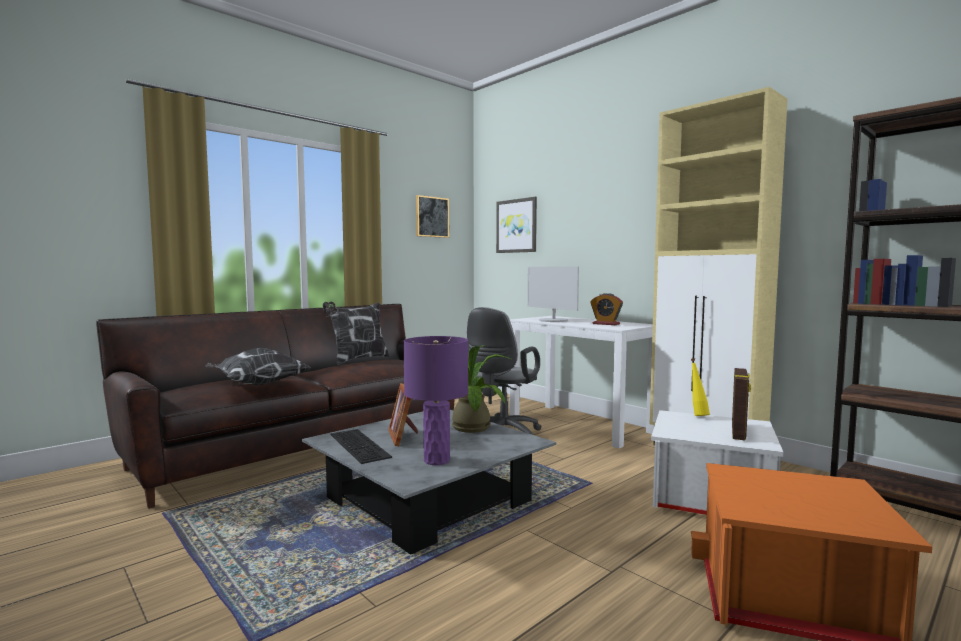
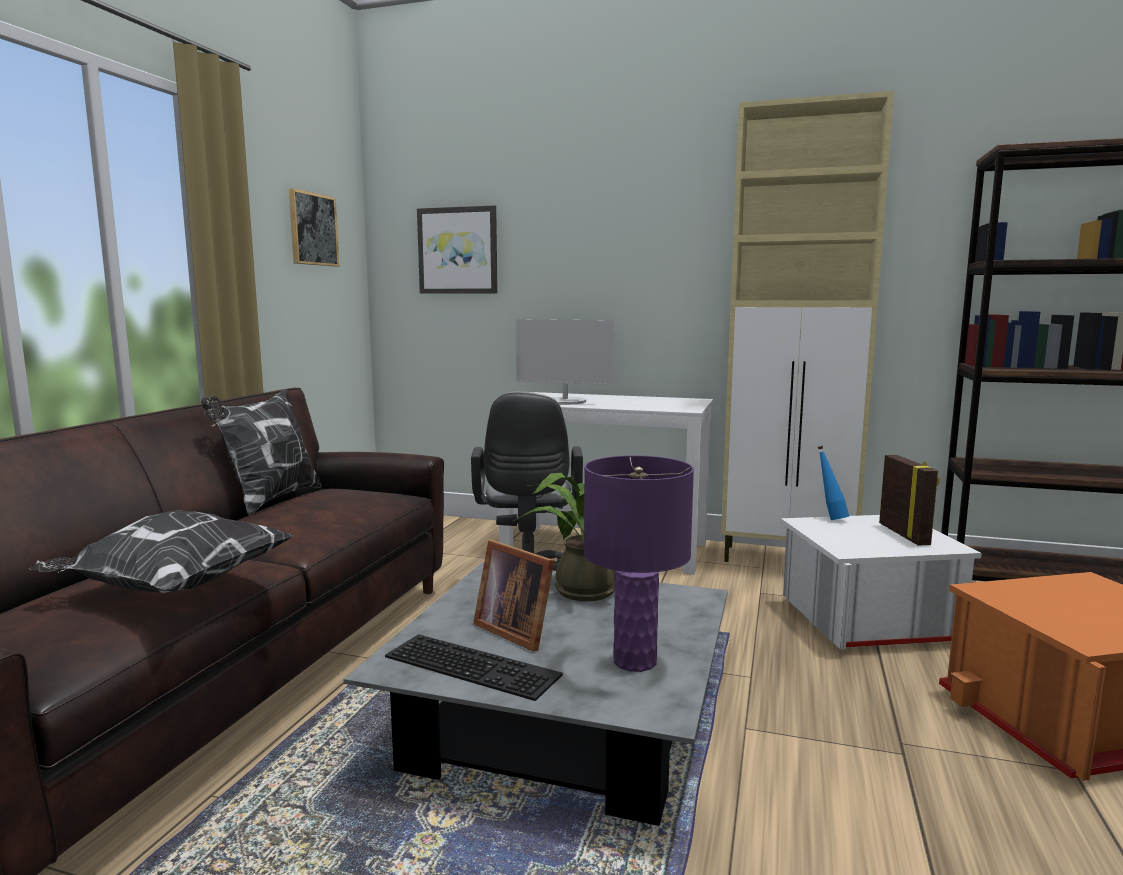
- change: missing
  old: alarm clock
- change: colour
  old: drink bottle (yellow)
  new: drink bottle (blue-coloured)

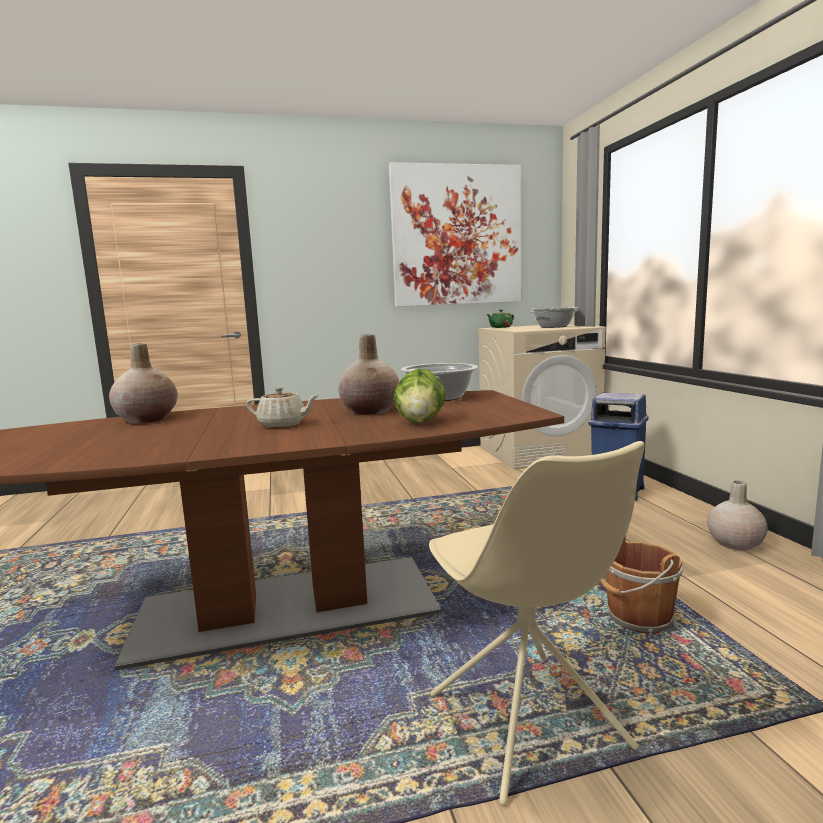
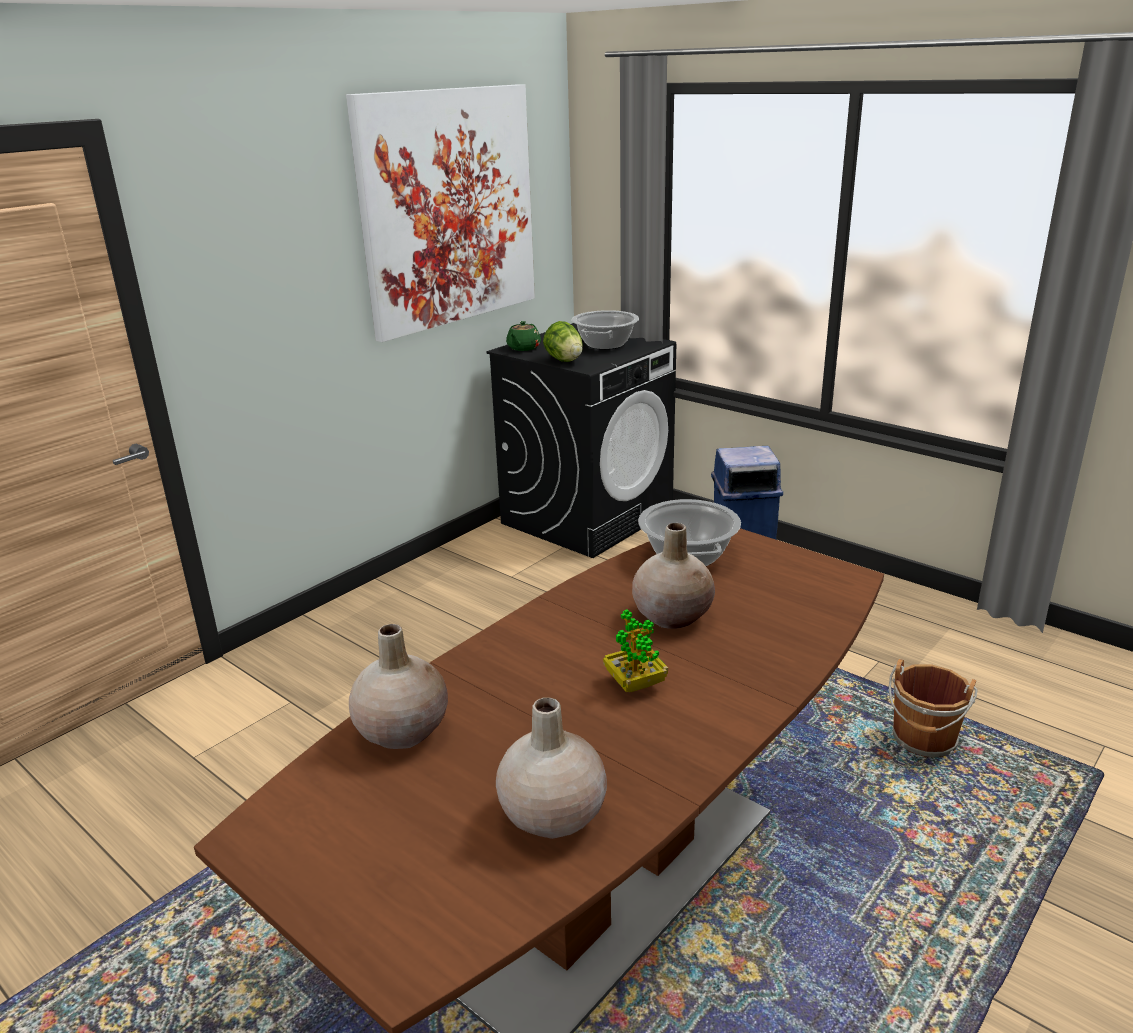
- change: exchanged
  old: pot for tea (beige-coloured)
  new: potted plant
- change: relocated
  old: head of lettuce
- change: missing
  old: plain chair (beige-coloured)
- change: colour
  old: laundry machine (beige-coloured)
  new: laundry machine (black-coloured)
- change: relocated
  old: flower vase (beige-coloured) (no. 3 from left in the first image)
  new: flower vase (beige-coloured) (no. 2 from left)

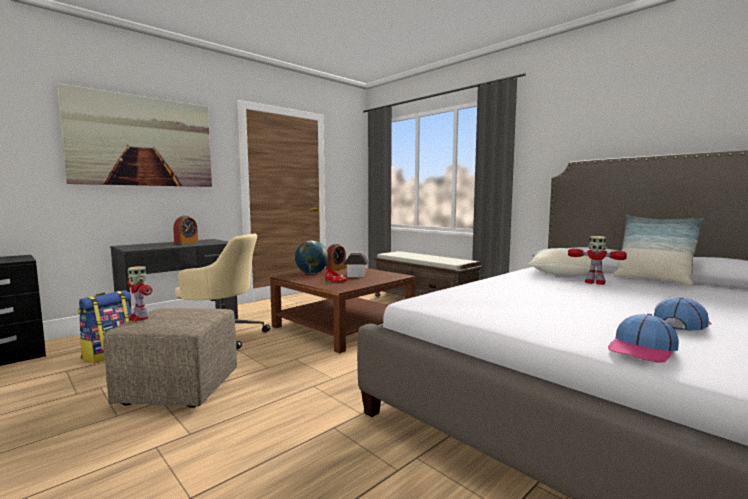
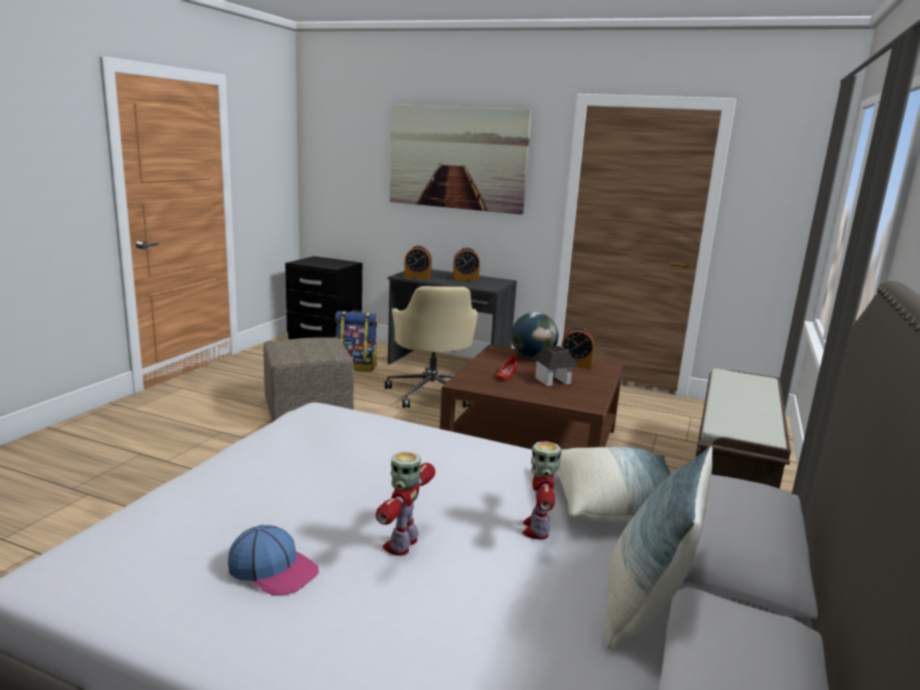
- change: relocated
  old: robot figure (no. 1 from left)
- change: missing
  old: cap (no. 1 from left)
- change: appeared
  new: alarm clock (no. 1 from left)

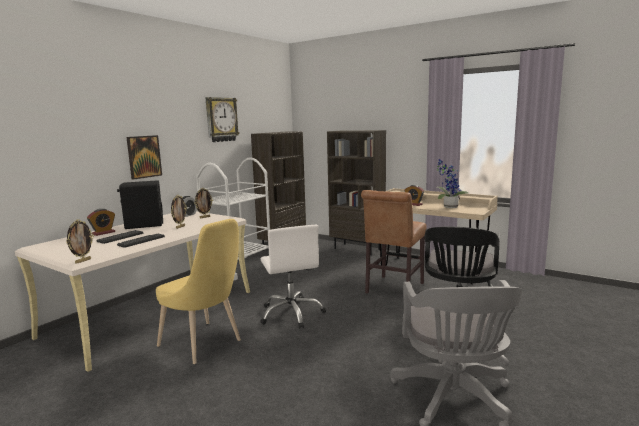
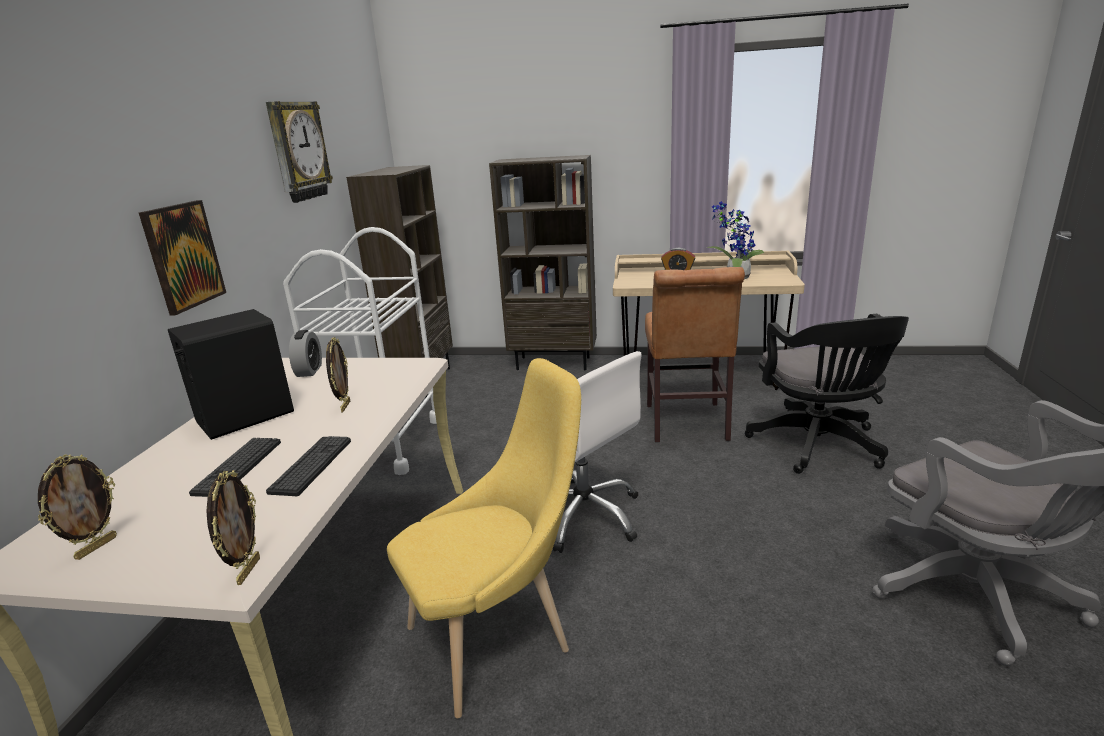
- change: missing
  old: alarm clock (no. 1 from left)
- change: spun
  old: plain chair (yellow)
  degrees: -45
- change: relocated
  old: standing frame (no. 3 from left in the first image)
  new: standing frame (no. 1 from left)

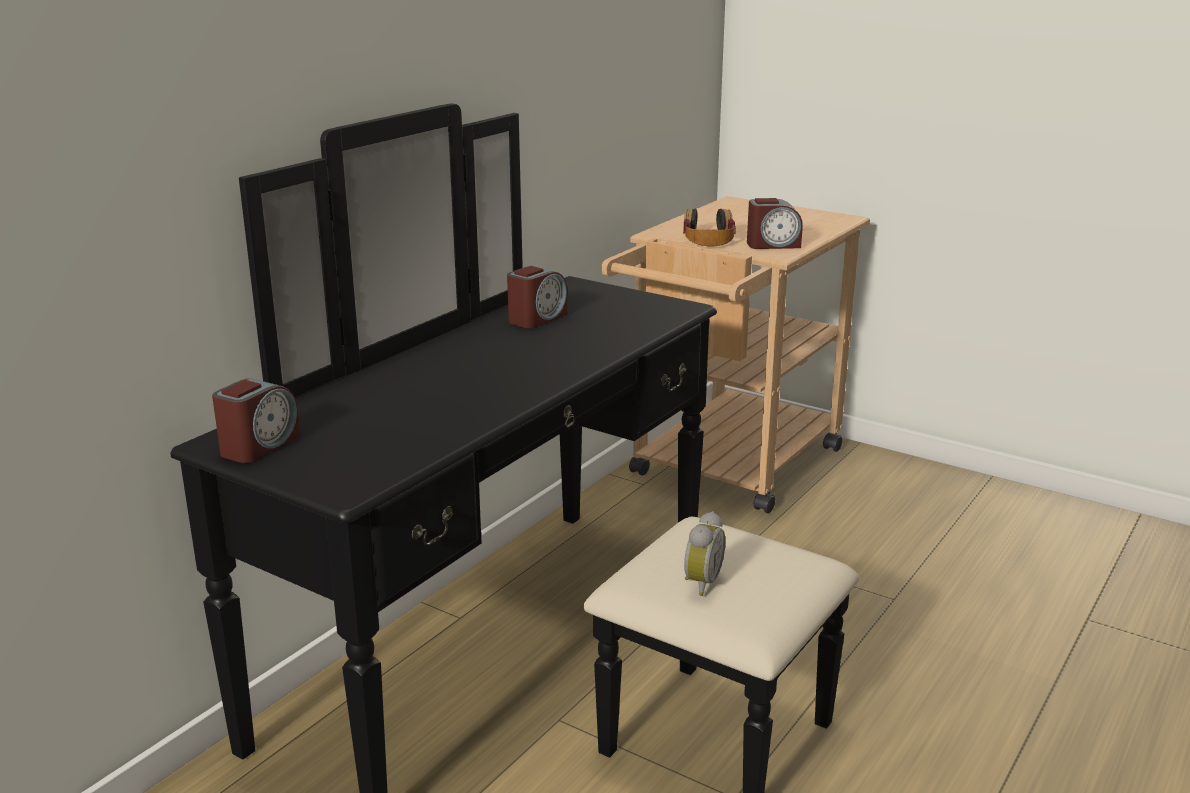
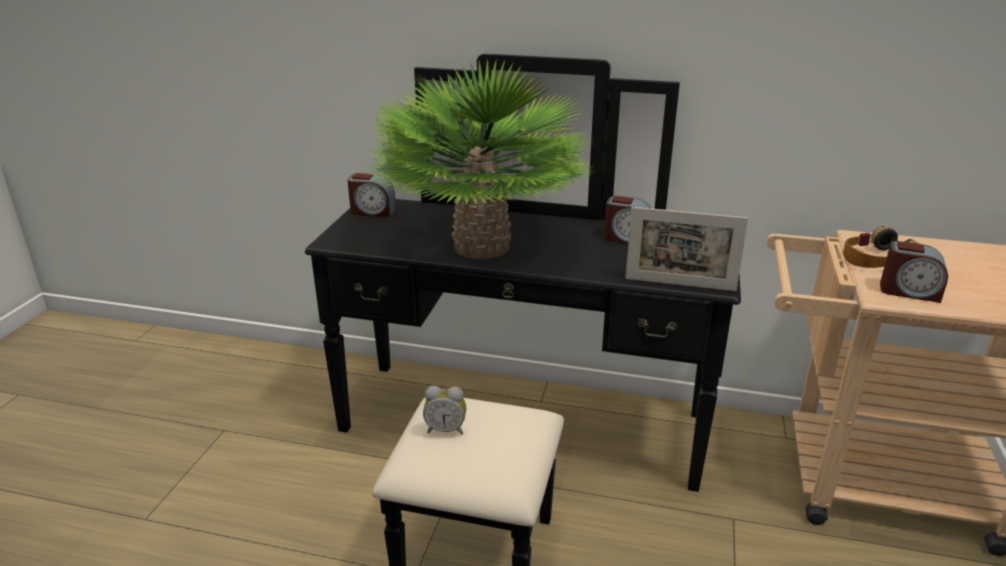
- change: spun
  old: alarm clock (no. 4 from left)
  degrees: -45
- change: appeared
  new: potted plant
- change: appeared
  new: standing frame

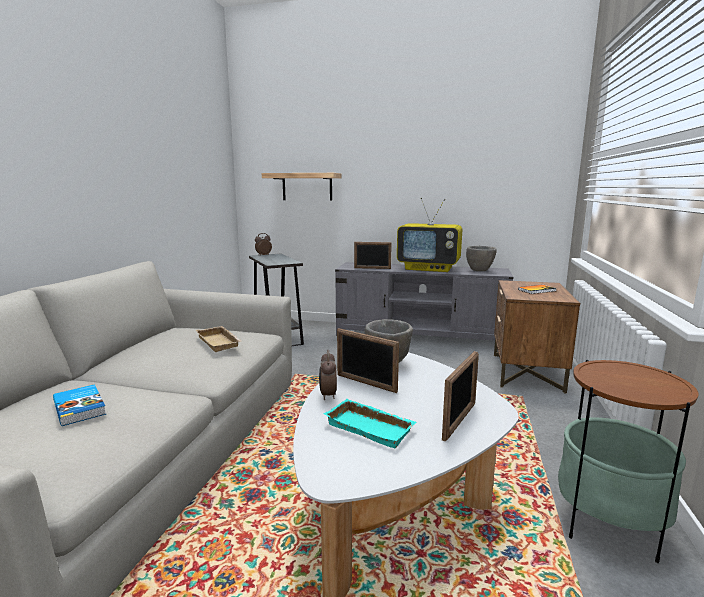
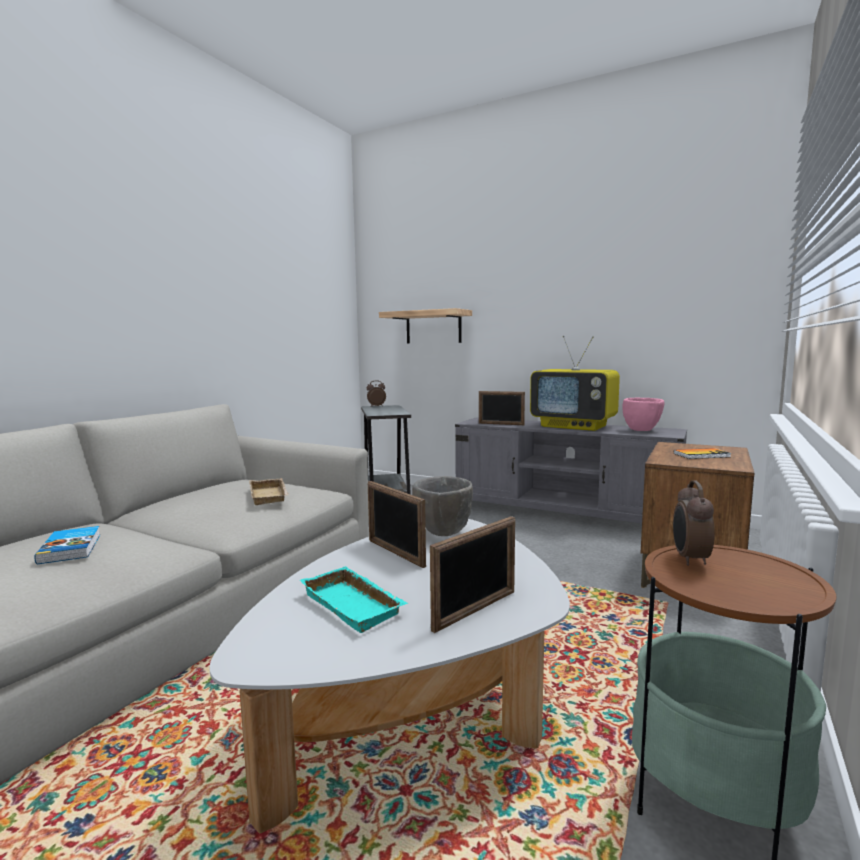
- change: relocated
  old: alarm clock (no. 2 from left)
- change: colour
  old: deep dish (greyish) (no. 2 from left)
  new: deep dish (pinkish)

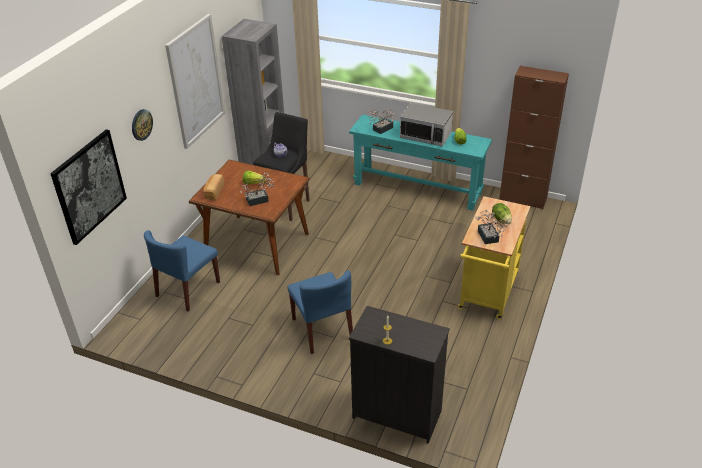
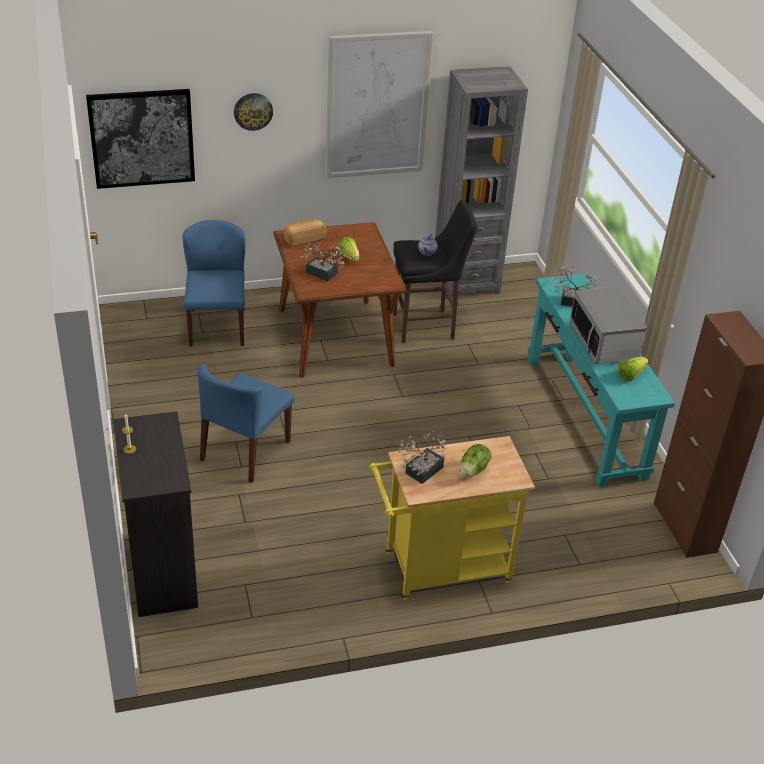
- change: spun
  old: plain chair (blue-coloured) (no. 1 from left)
  degrees: 90

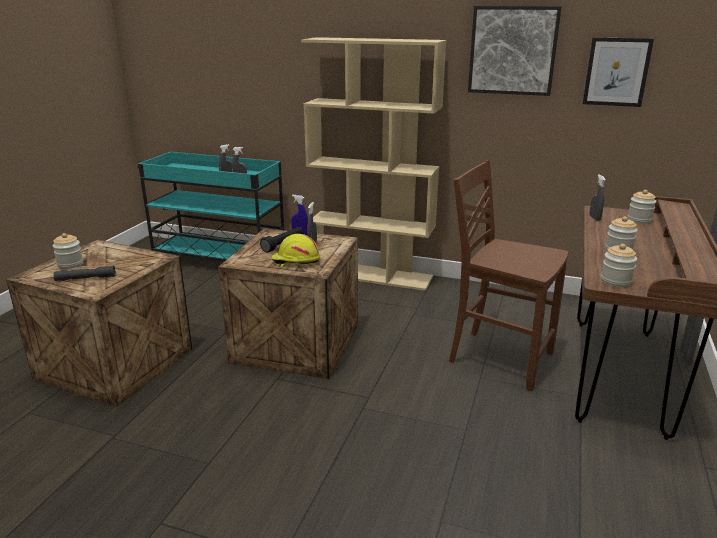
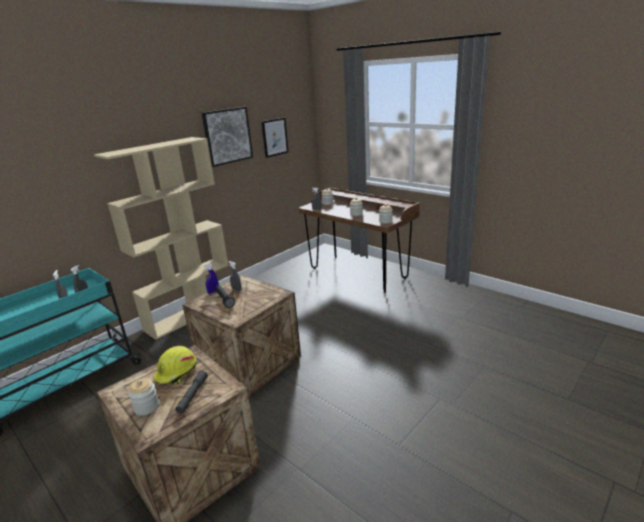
- change: relocated
  old: safety helmet (yellow)
- change: missing
  old: plain chair (brownish)

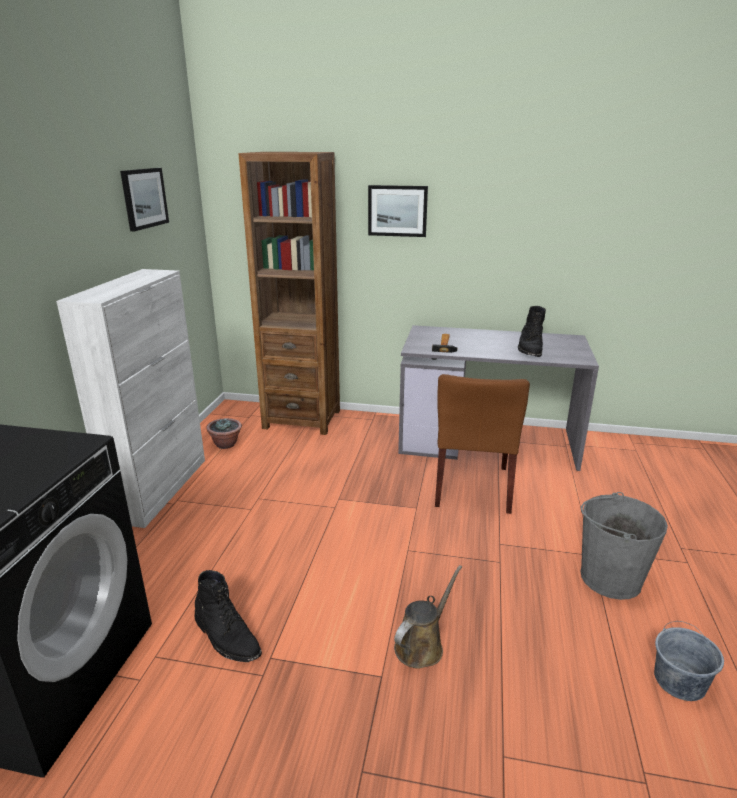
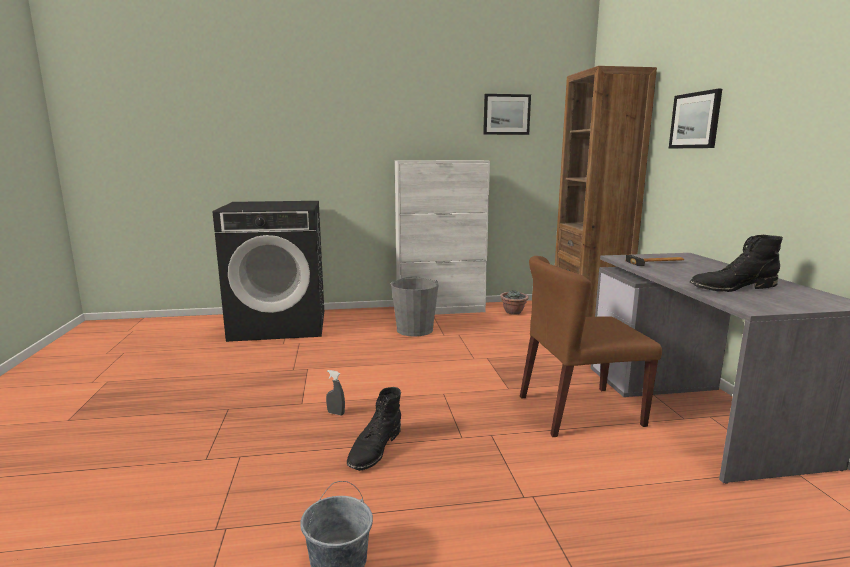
- change: relocated
  old: boot (black-coloured) (no. 1 from left)
- change: exchanged
  old: watering pot (brownish)
  new: hand sprayer (greyish)
- change: relocated
  old: pail (greyish) (no. 1 from left in the first image)
  new: pail (greyish) (no. 2 from left)

